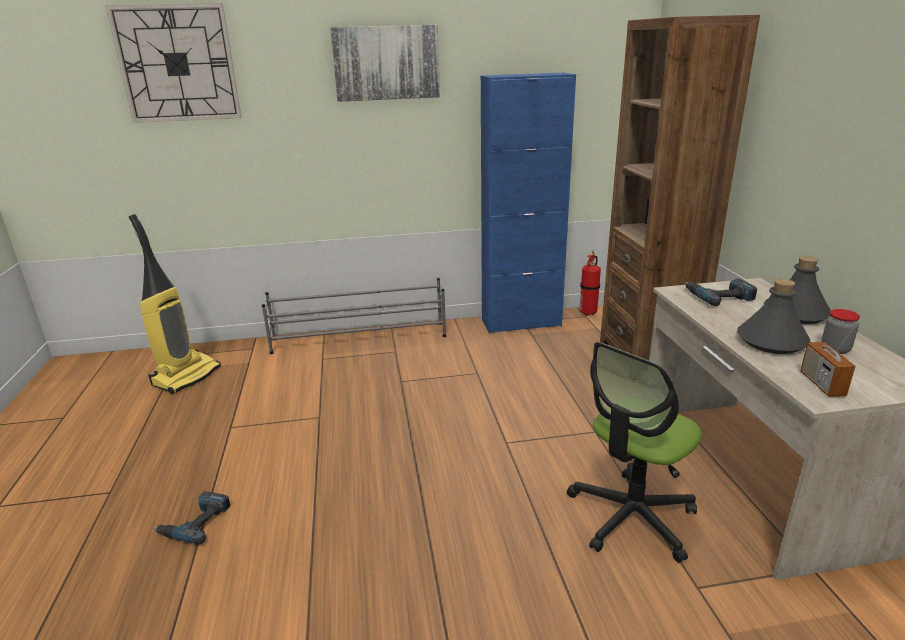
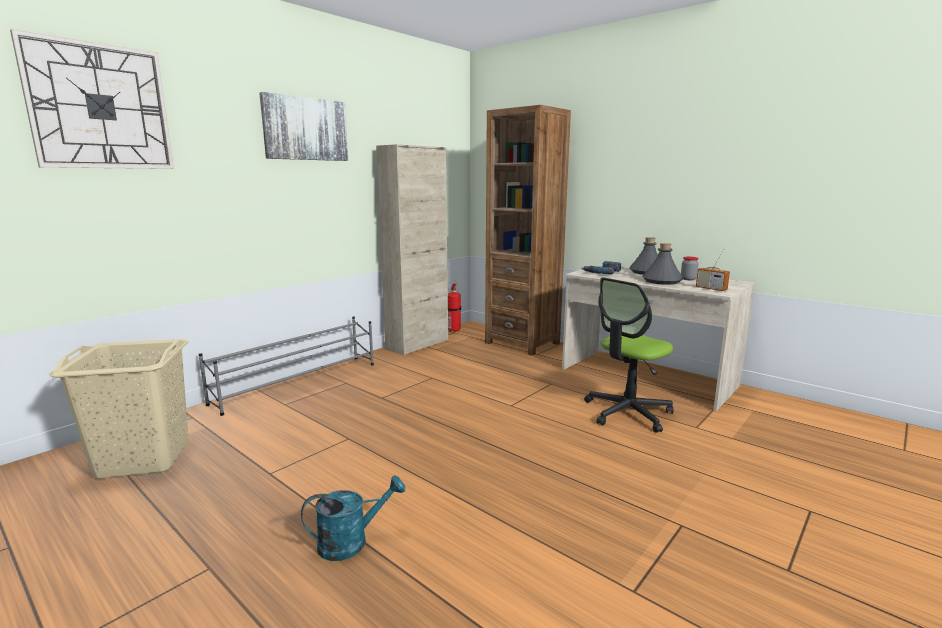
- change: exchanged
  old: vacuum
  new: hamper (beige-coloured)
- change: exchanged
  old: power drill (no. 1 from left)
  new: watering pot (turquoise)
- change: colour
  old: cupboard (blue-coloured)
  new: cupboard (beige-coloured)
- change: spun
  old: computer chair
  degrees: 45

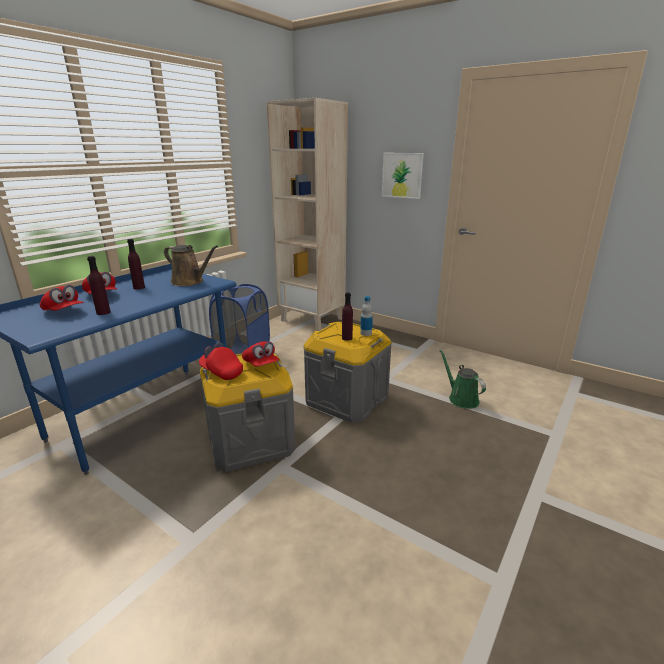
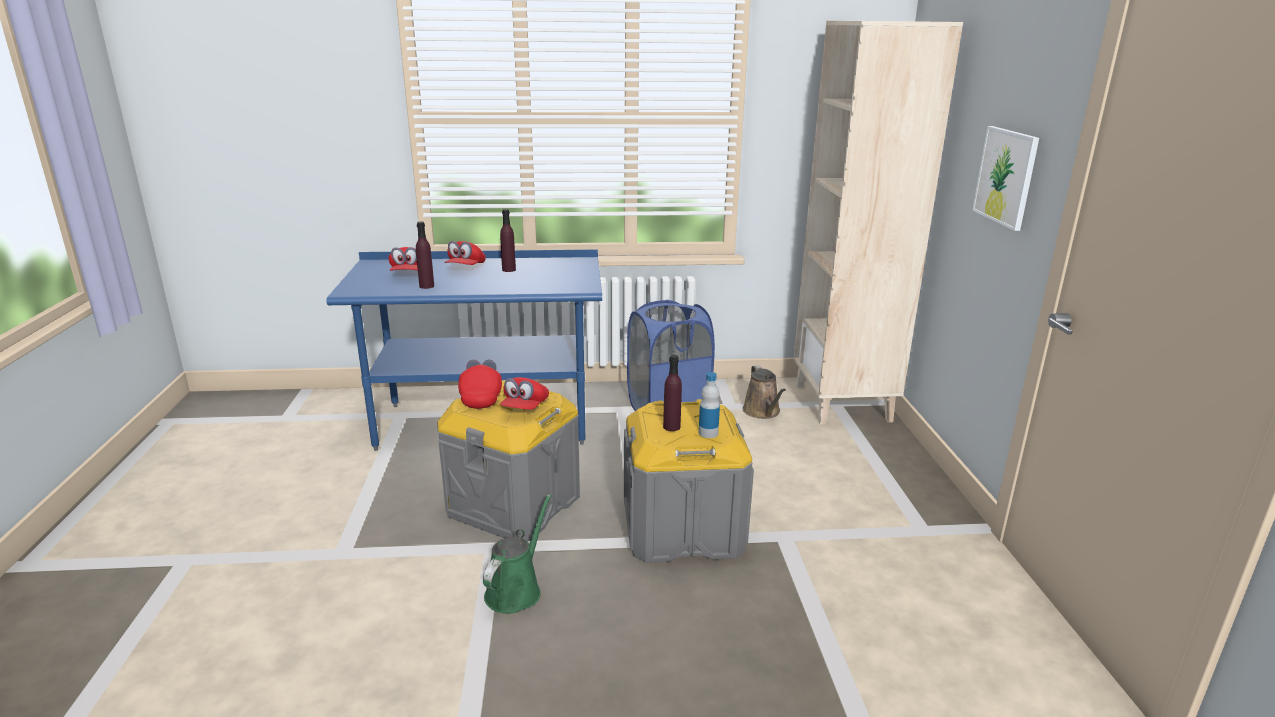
- change: relocated
  old: watering pot (brownish)
- change: relocated
  old: watering pot (green-coloured)

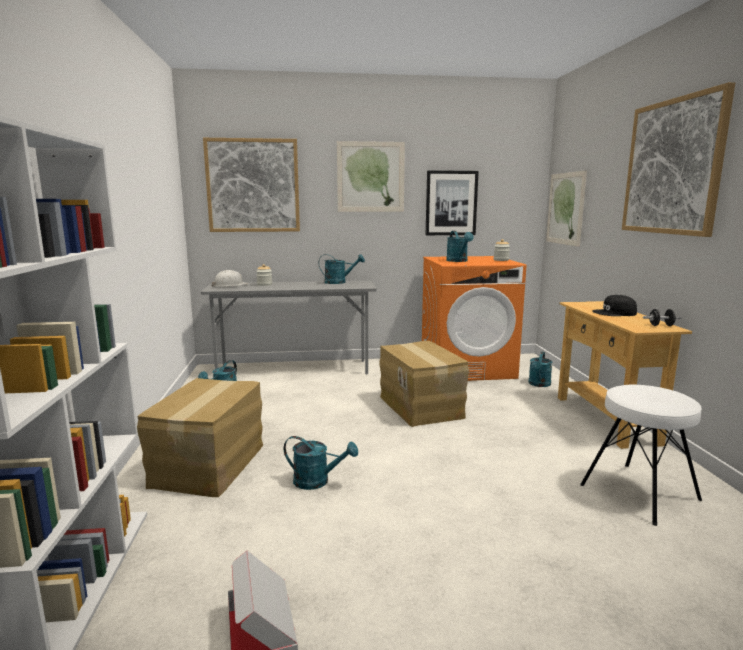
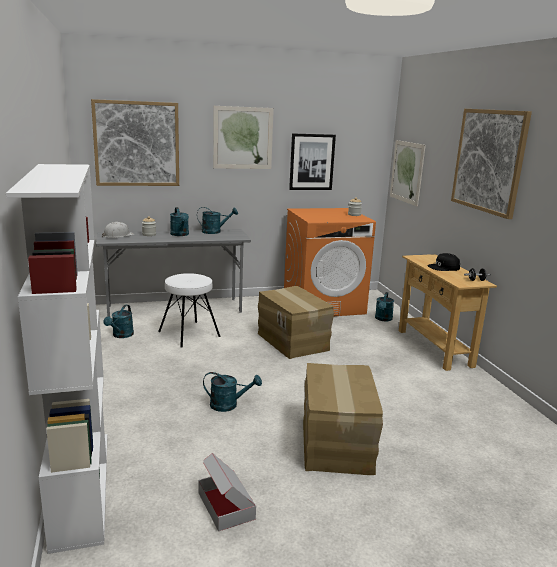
- change: relocated
  old: packing box (no. 1 from left in the first image)
  new: packing box (no. 3 from left)
- change: relocated
  old: watering pot (turquoise) (no. 4 from left in the first image)
  new: watering pot (turquoise) (no. 2 from left)
- change: relocated
  old: sitting stool (white-coloured)

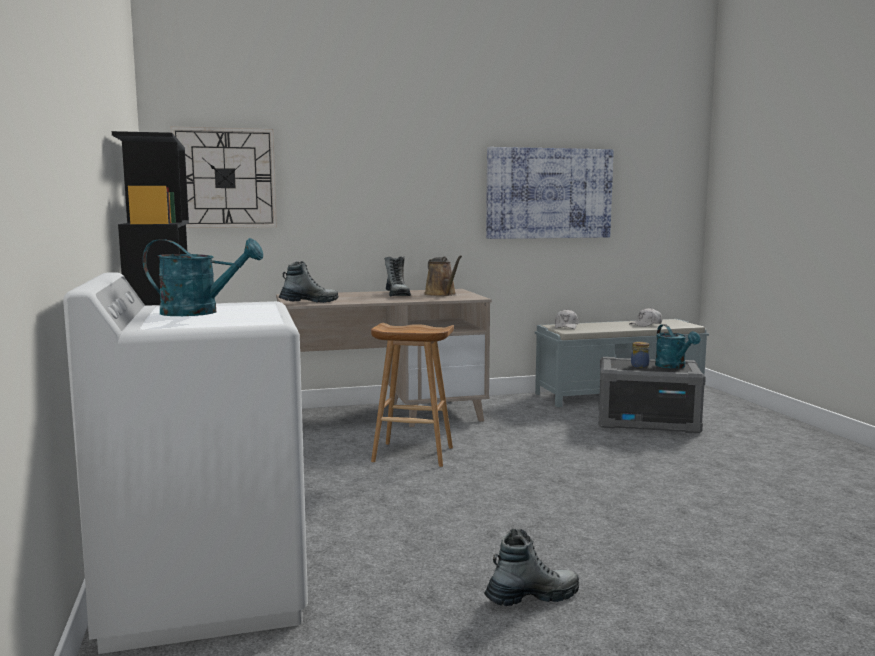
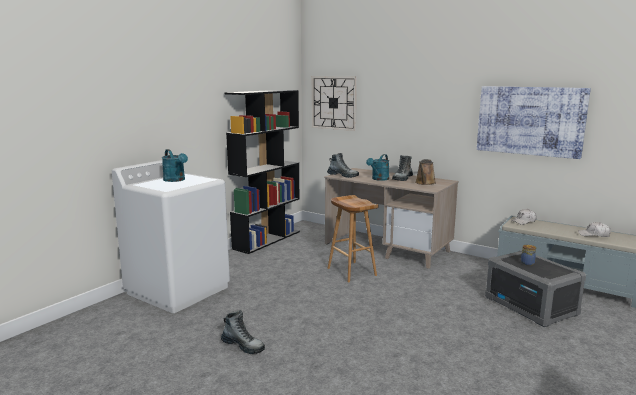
- change: relocated
  old: watering pot (turquoise) (no. 2 from left)

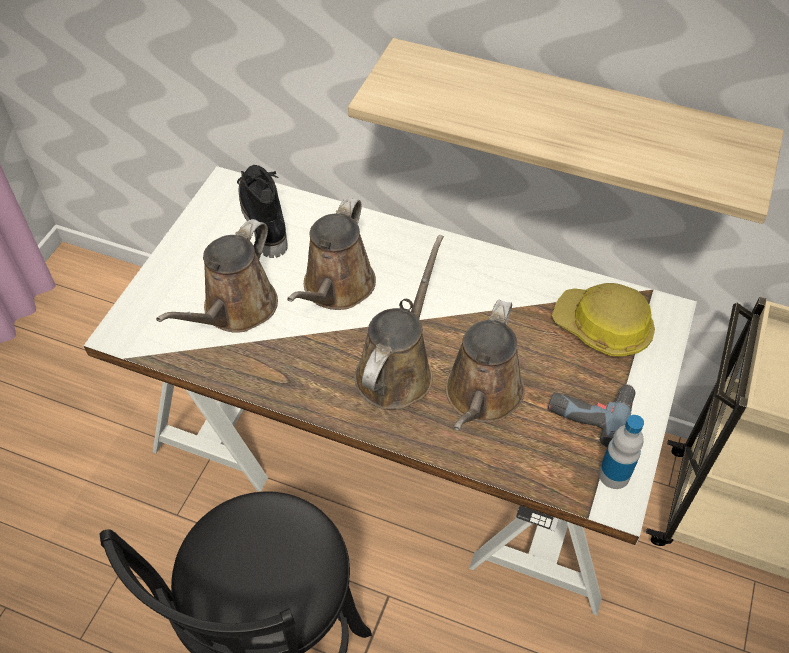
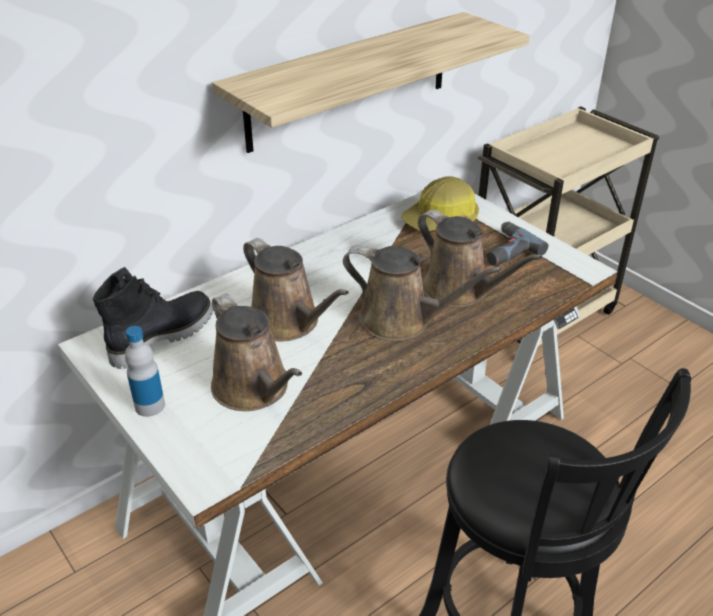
- change: spun
  old: boot (black-coloured)
  degrees: 120
- change: spun
  old: watering pot (brownish) (no. 3 from left)
  degrees: 150
- change: relocated
  old: drink bottle

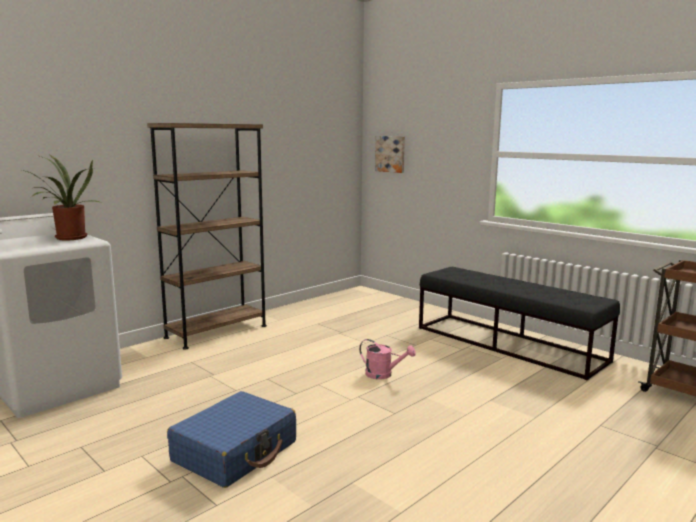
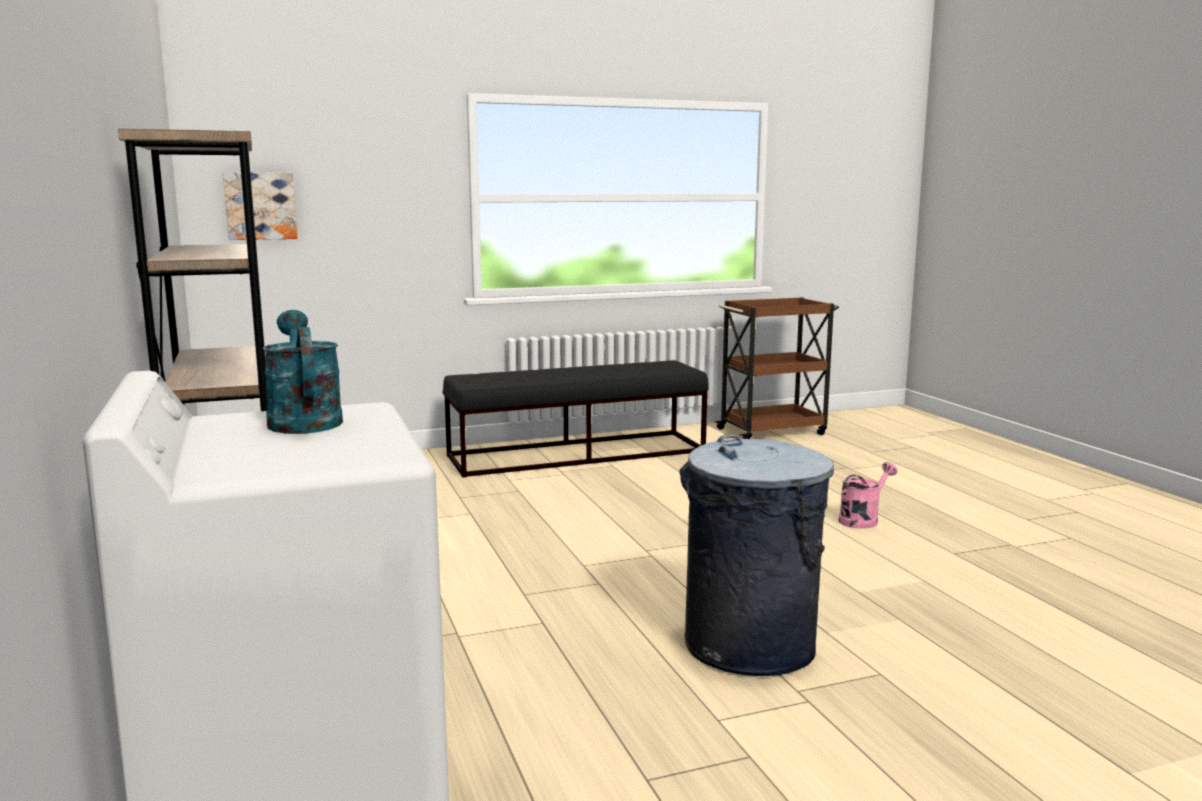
- change: exchanged
  old: potted plant
  new: watering pot (turquoise)
- change: exchanged
  old: suitcase (blue-coloured)
  new: rubbish bin (greyish)
- change: relocated
  old: watering pot (pinkish)

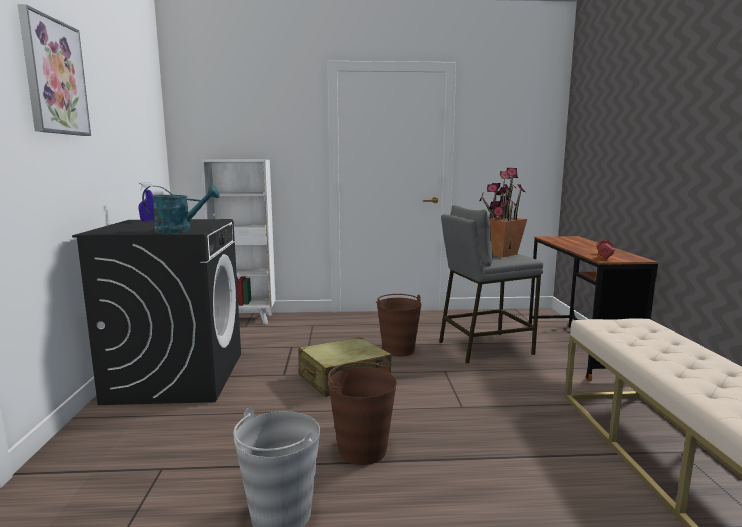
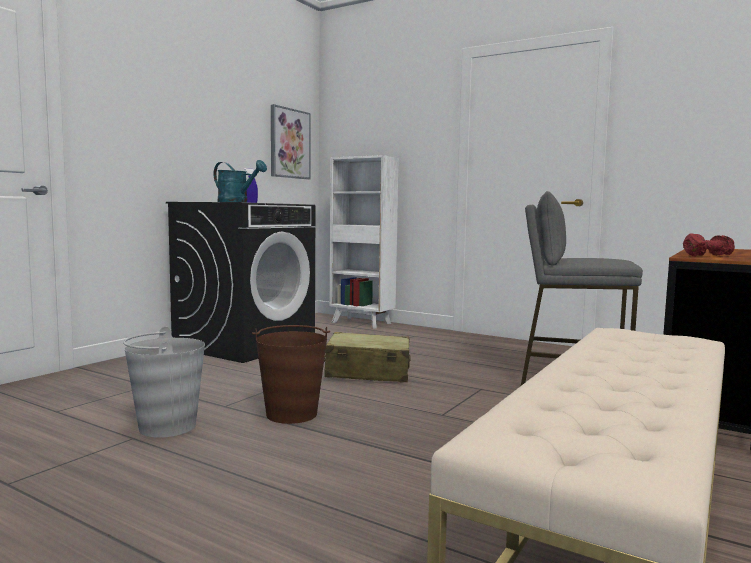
- change: relocated
  old: wall art
- change: missing
  old: pail (brownish) (no. 2 from left)
- change: missing
  old: potted plant

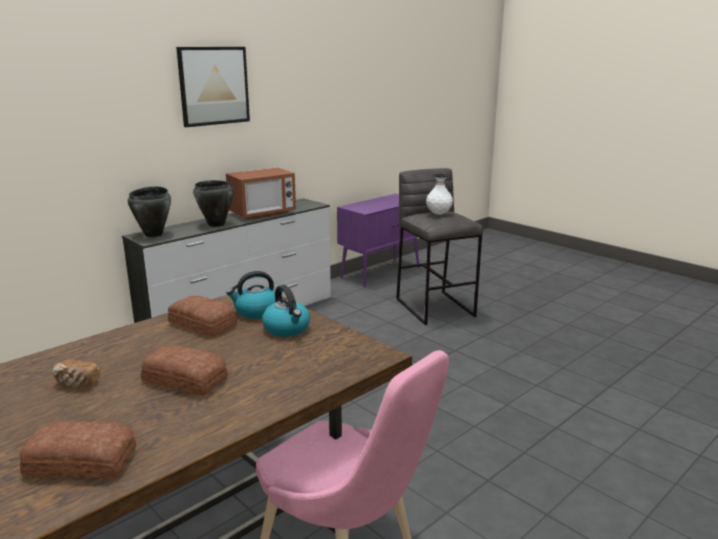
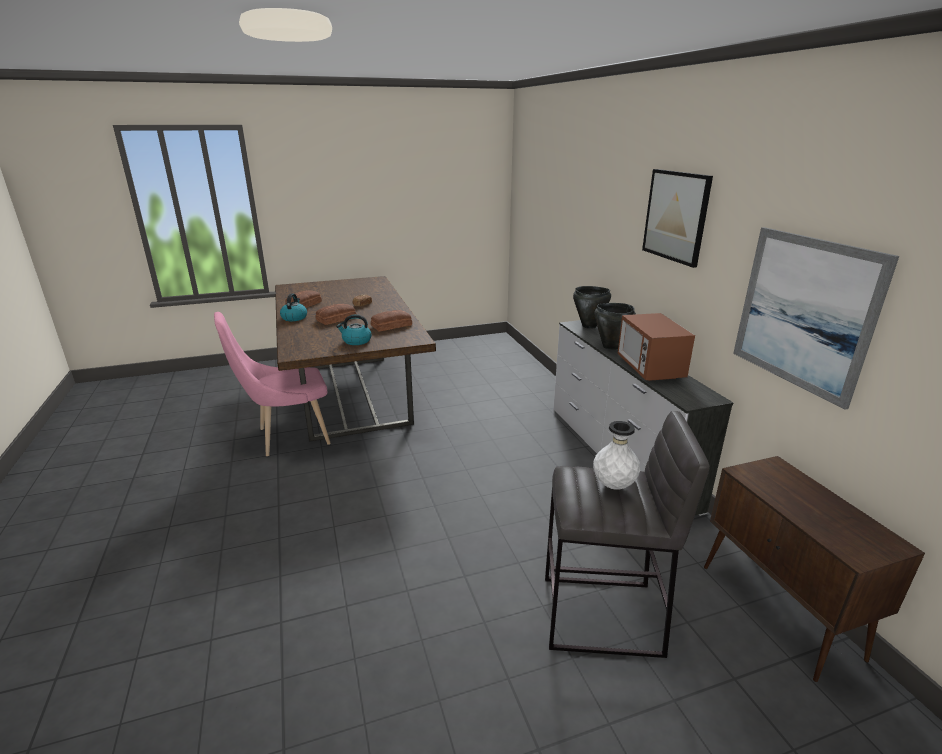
- change: relocated
  old: kettle (no. 1 from left)
- change: colour
  old: cupboard (purple-coloured)
  new: cupboard (brownish)
- change: appeared
  new: wall art (no. 2 from left)

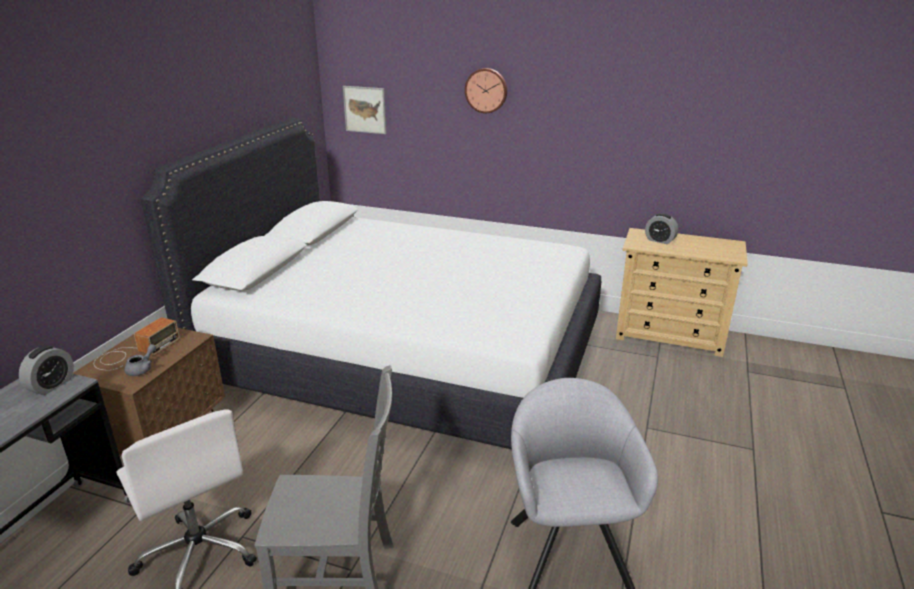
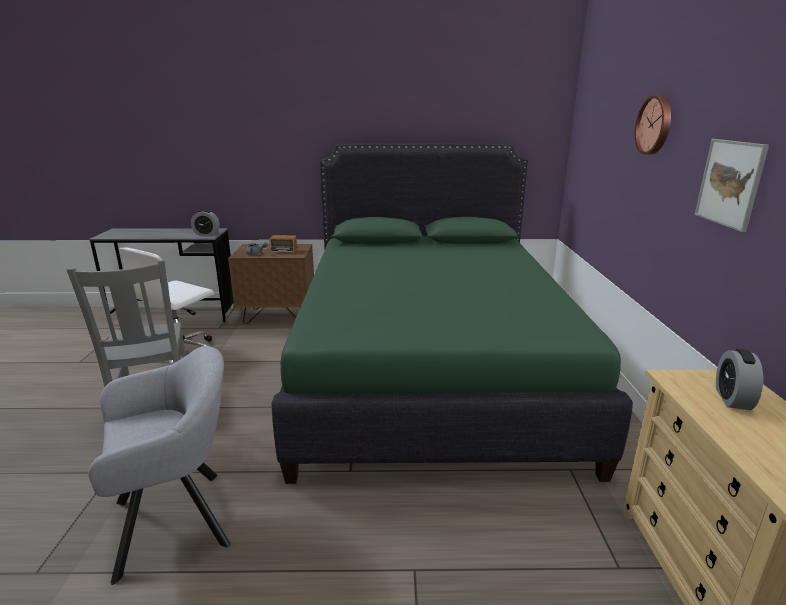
- change: colour
  old: bed (white-coloured)
  new: bed (green-coloured)
- change: relocated
  old: wall art

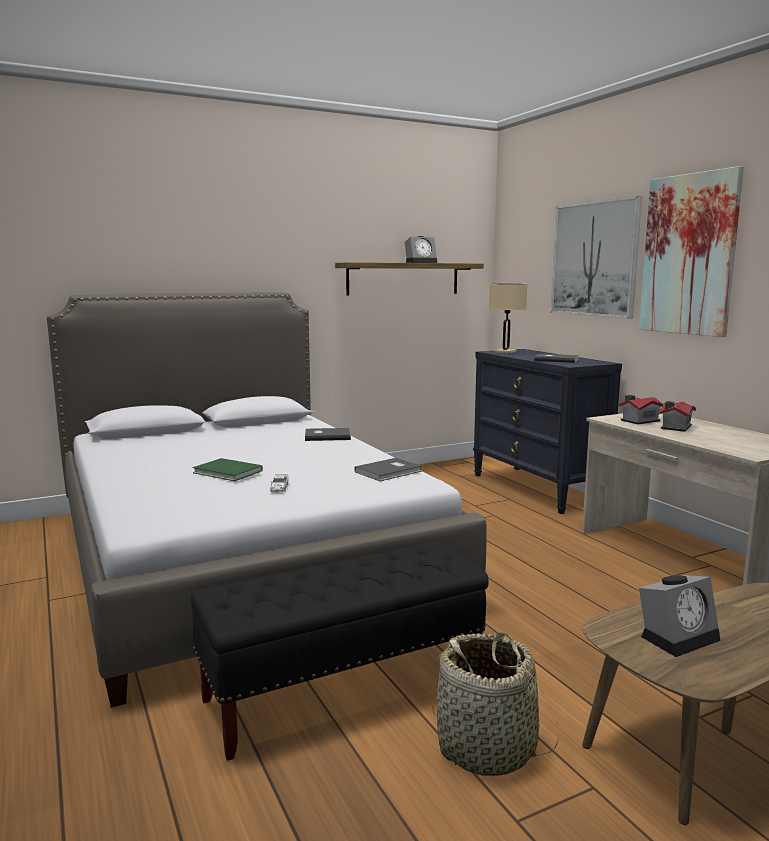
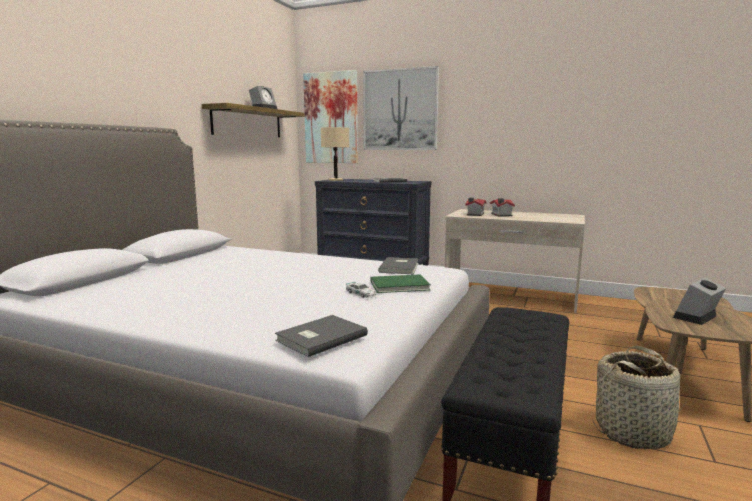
- change: relocated
  old: book (green-coloured)
- change: relocated
  old: book (greyish) (no. 1 from left)
- change: relocated
  old: wall art (no. 2 from left in the first image)
  new: wall art (no. 1 from left)
- change: spun
  old: alarm clock (no. 2 from left)
  degrees: -150

